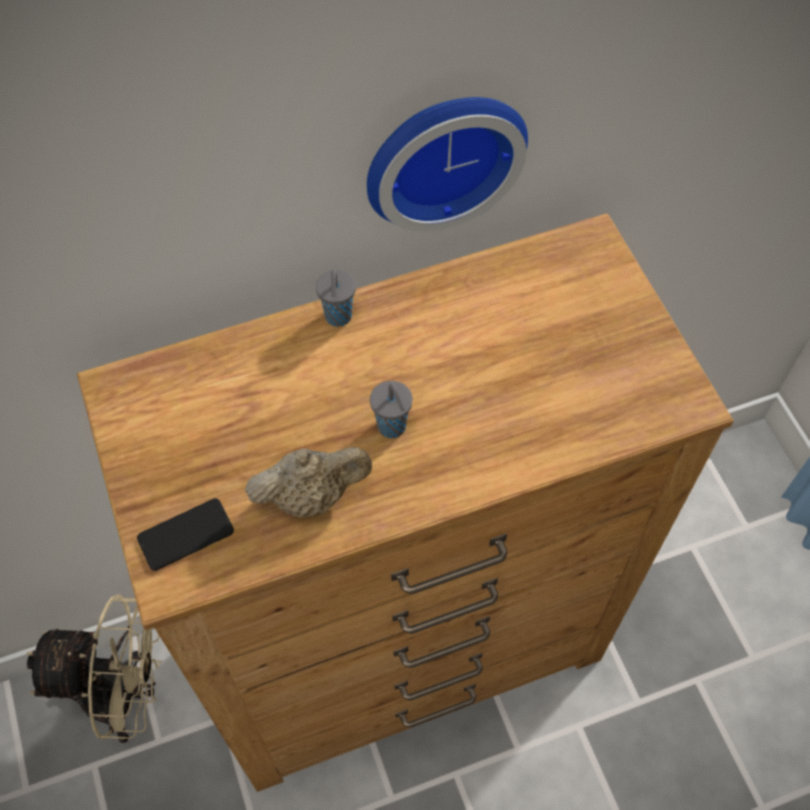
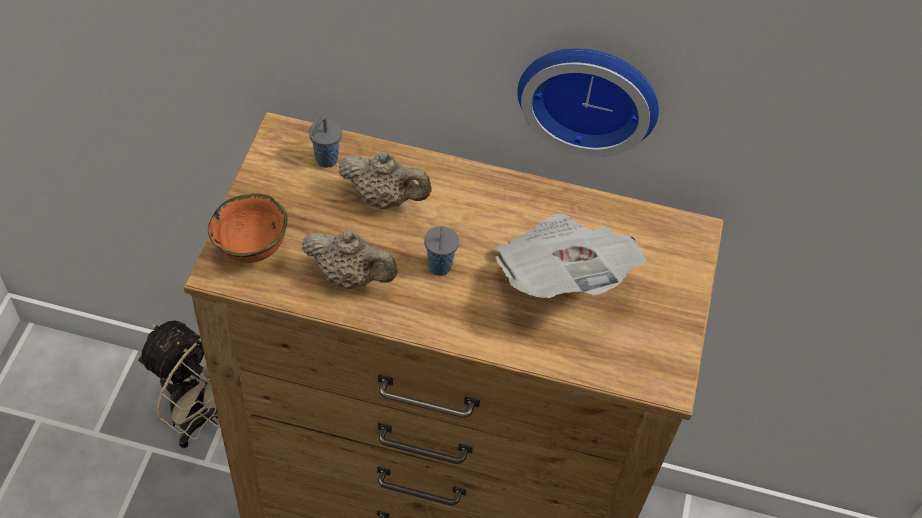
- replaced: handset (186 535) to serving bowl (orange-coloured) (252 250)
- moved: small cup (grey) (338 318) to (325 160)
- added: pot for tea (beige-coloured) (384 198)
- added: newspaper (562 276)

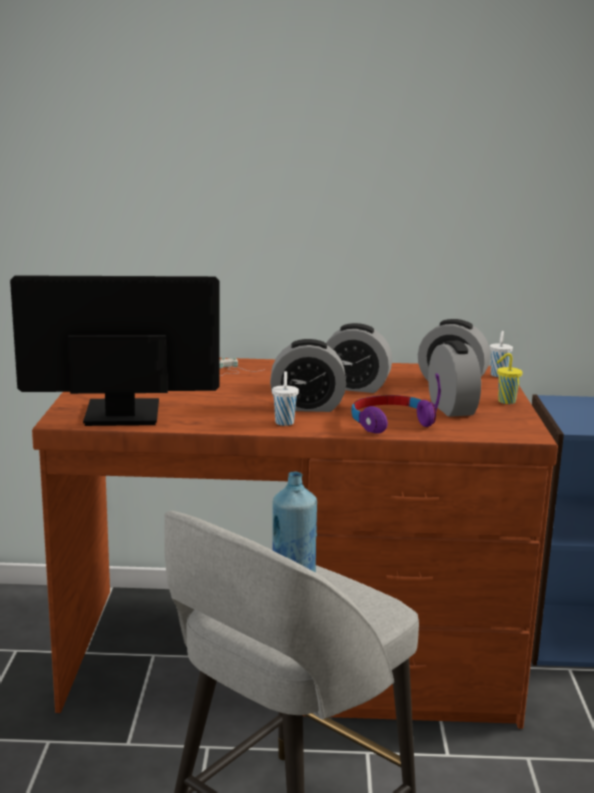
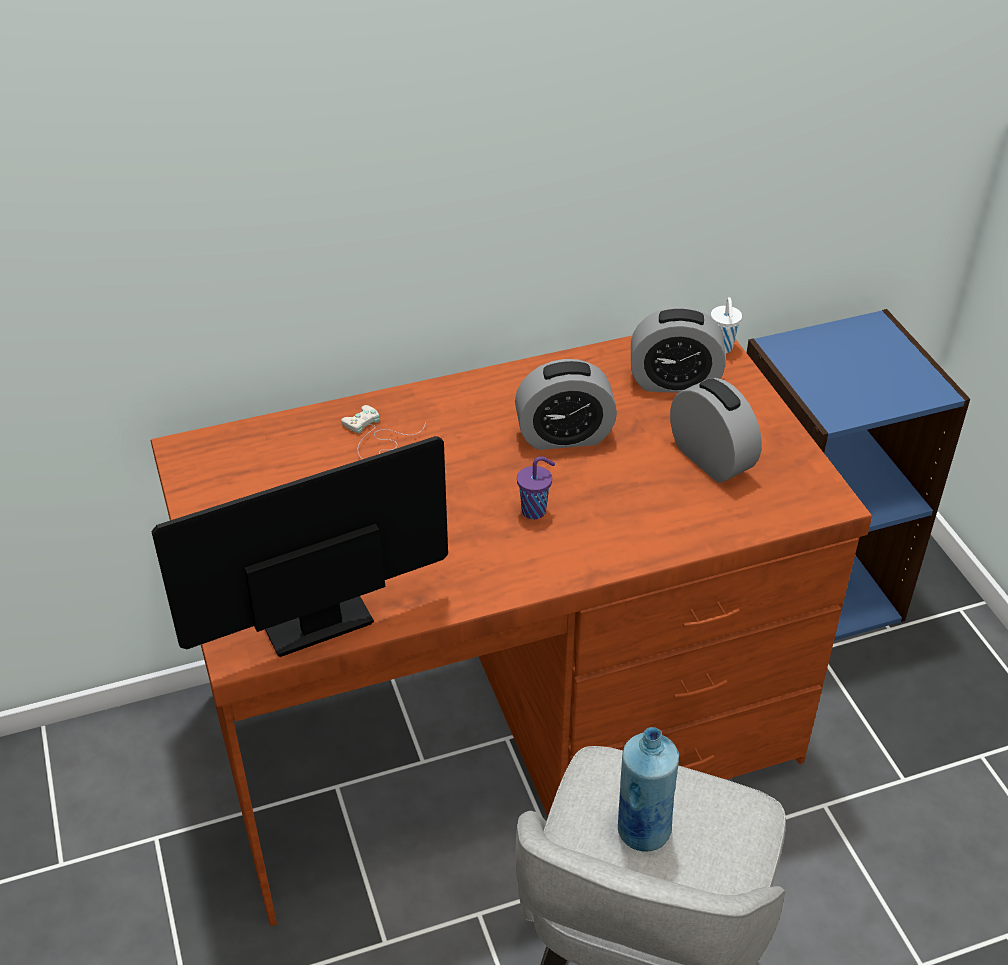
- replaced: alarm clock (307 407) to small cup (purplish) (535 511)
- removed: small cup (whitish) (284 423)
- removed: pair of headphones (purplish) (390 423)
- removed: small cup (yellow-coloured) (505 401)

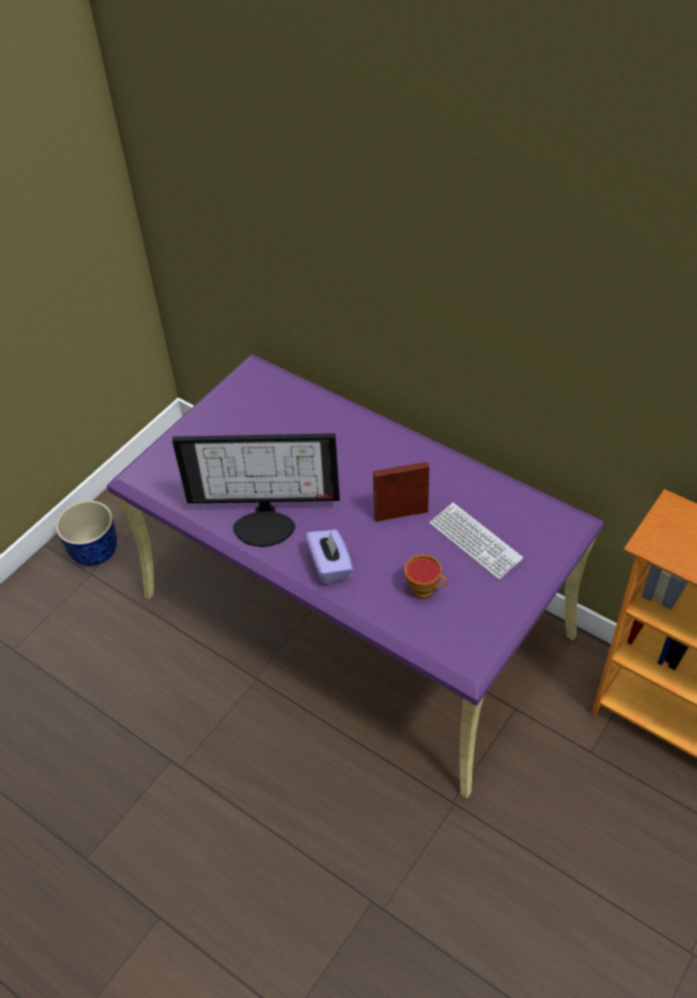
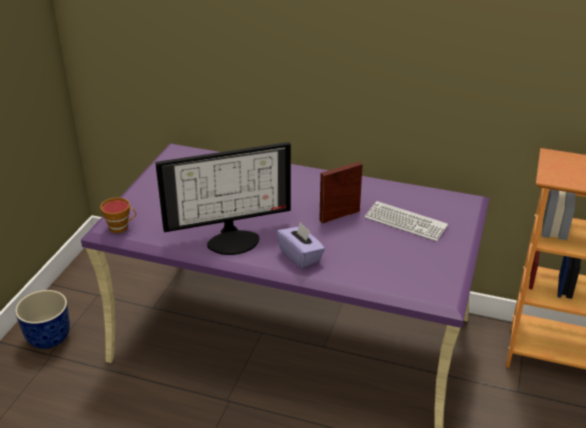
- moved: small cup (425 590) to (121 227)

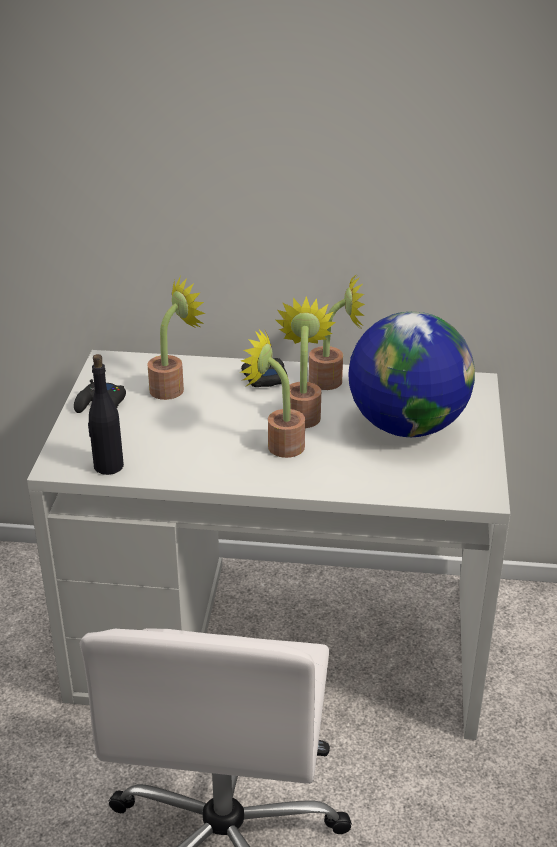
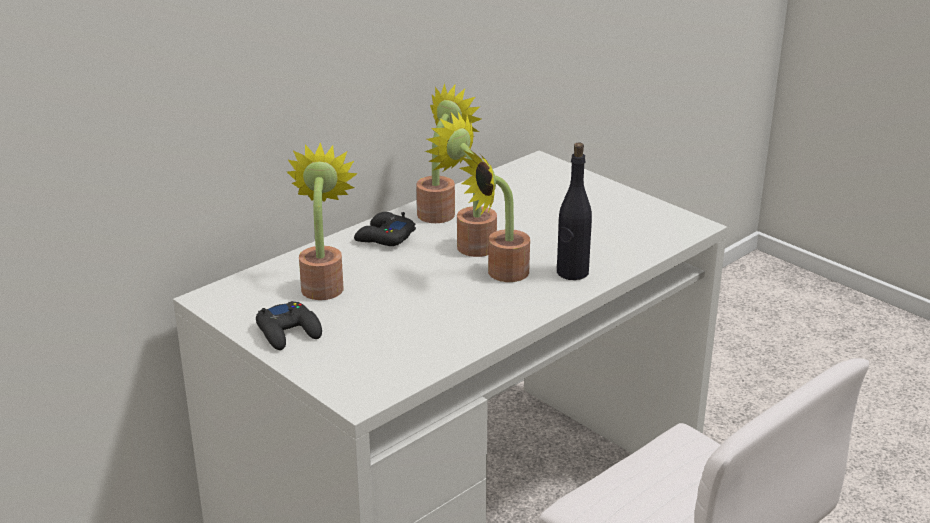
- moved: beverage bottle (blackish) (108 466) to (572 272)
- removed: globe (406 426)

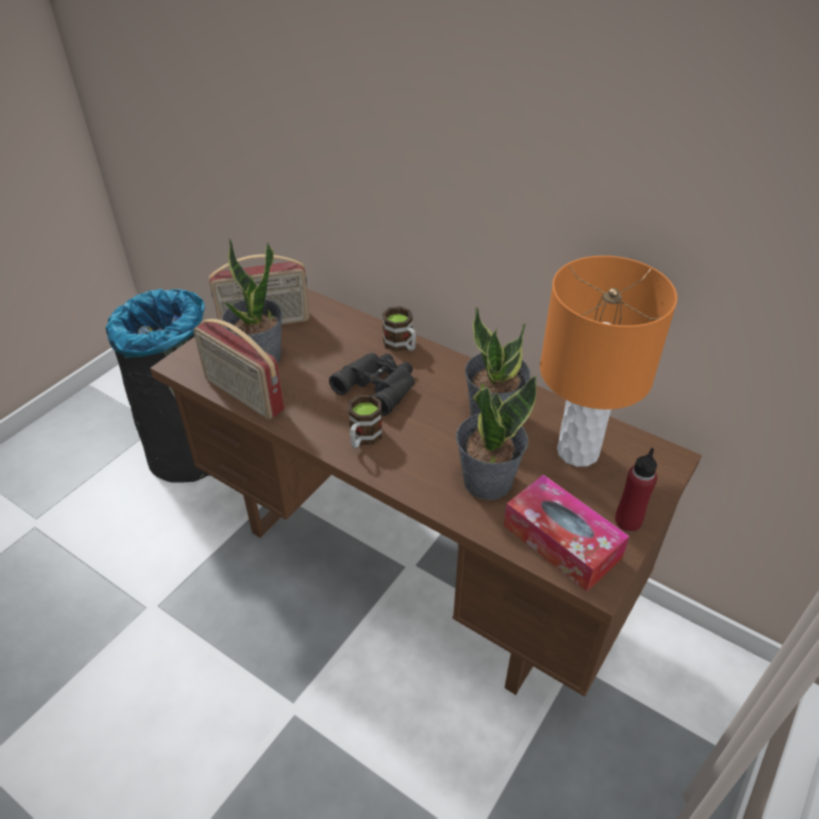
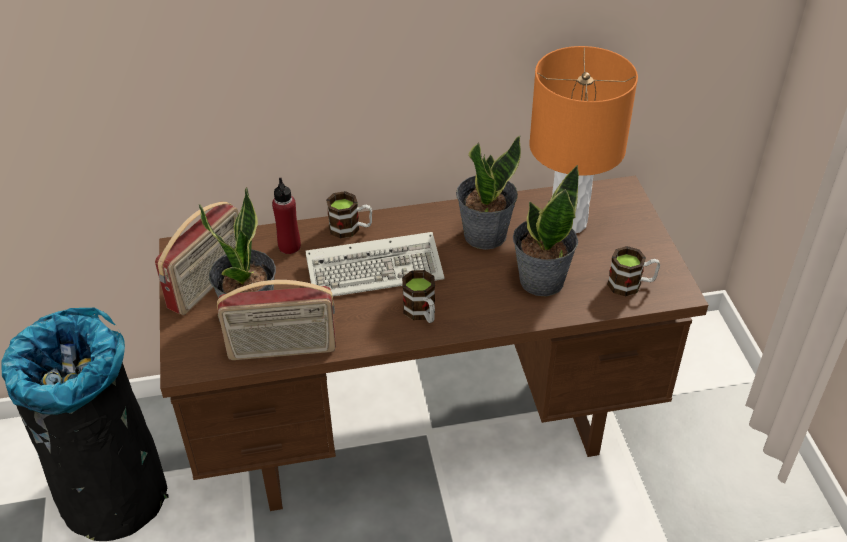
- replaced: field glasses (blackish) (378 385) to computer keyboard (377 269)
- replaced: tissue box (561 542) to tea mug (631 284)
- moved: beverage bottle (red) (628 521) to (289 246)

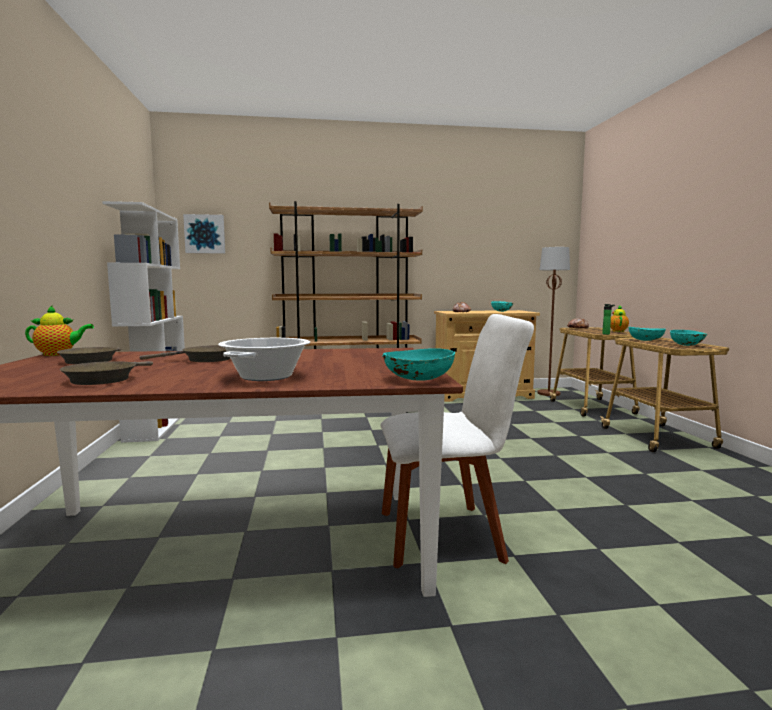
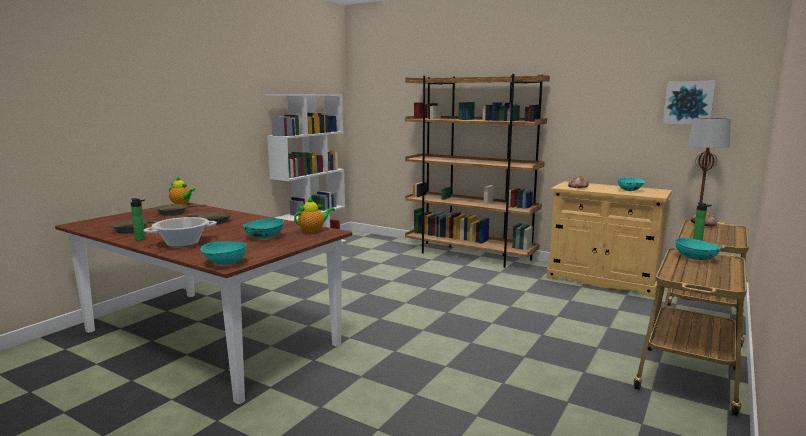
- moved: picture (205 234) to (688 102)
- removed: upright chair (whitish) (447 534)
- moved: pot for tea (618 331) to (313 231)
- moved: serving bowl (blue-green) (687 345) to (264 237)
- added: beverage bottle (141 239)

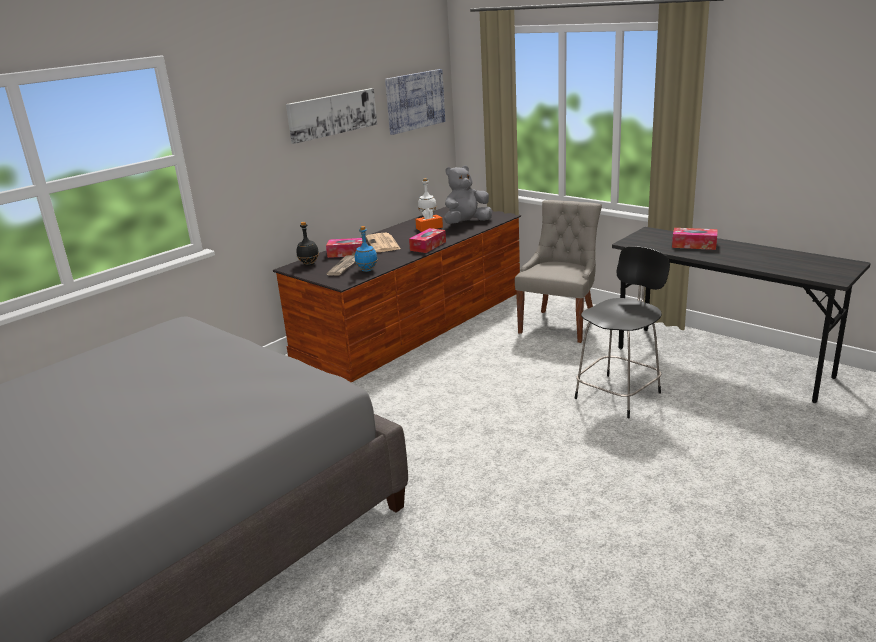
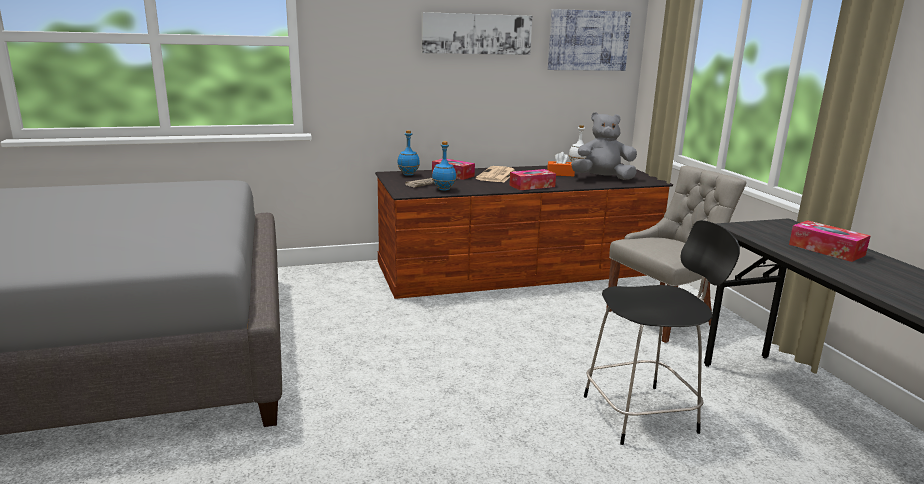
- recoloured: beverage bottle (blackish) (308 264) to beverage bottle (blue) (408 174)

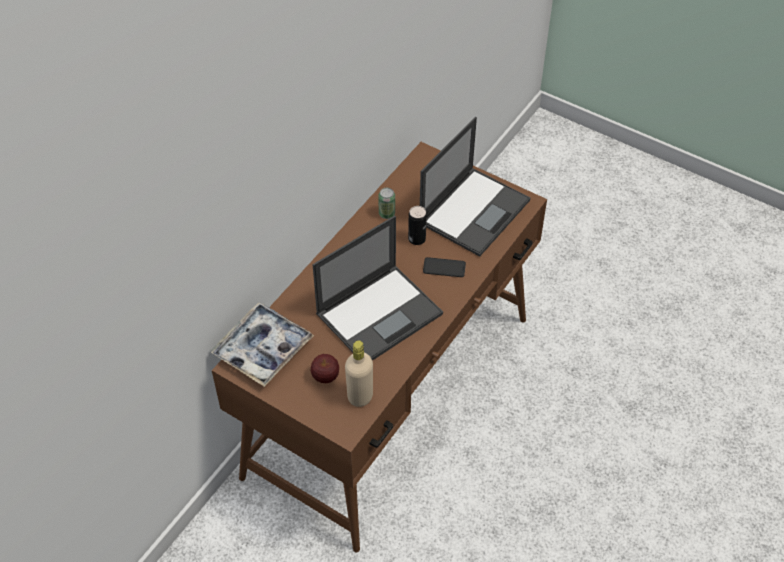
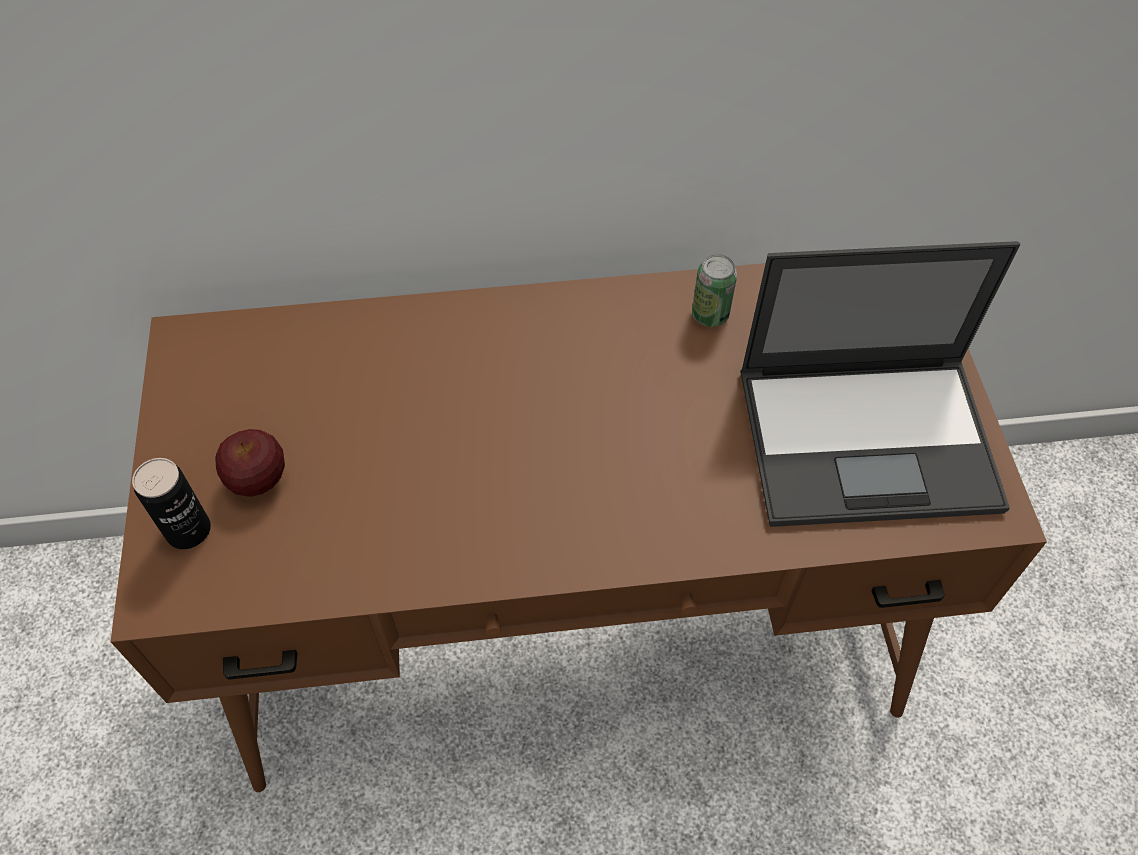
- removed: tray (263 349)
- removed: laptop (380 313)
- removed: beverage bottle (beige-coloured) (360 396)
- moved: sealed can (417 239) to (188 530)
- removed: handset (444 267)

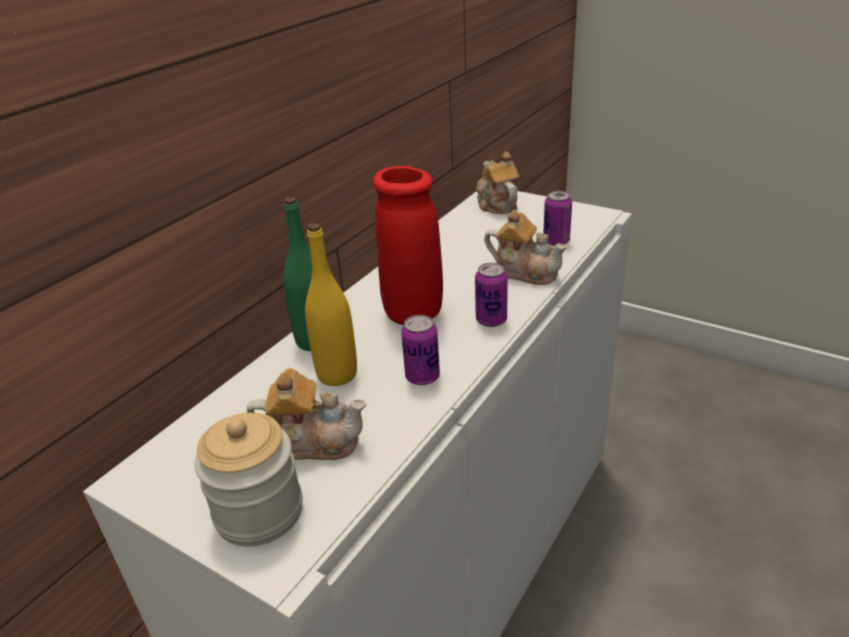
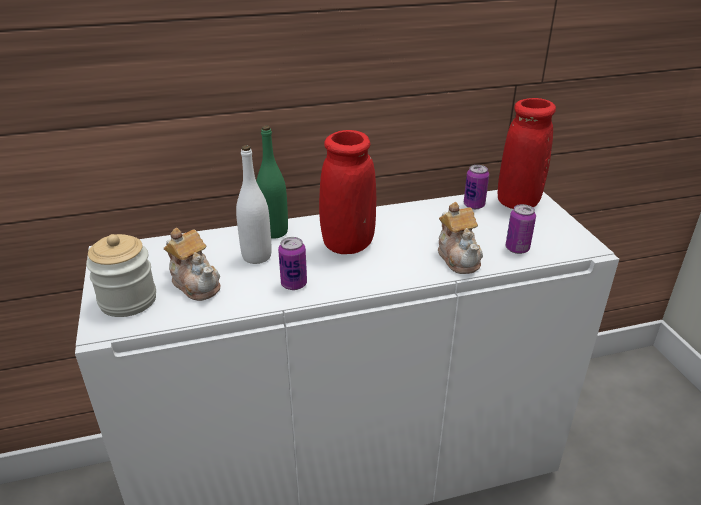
- recoloured: beverage bottle (yellow-coloured) (337 374) to beverage bottle (whitish) (257 256)
- moved: sealed can (491 320) to (474 205)
- replaced: pot for tea (496 204) to flower vase (red) (518 202)

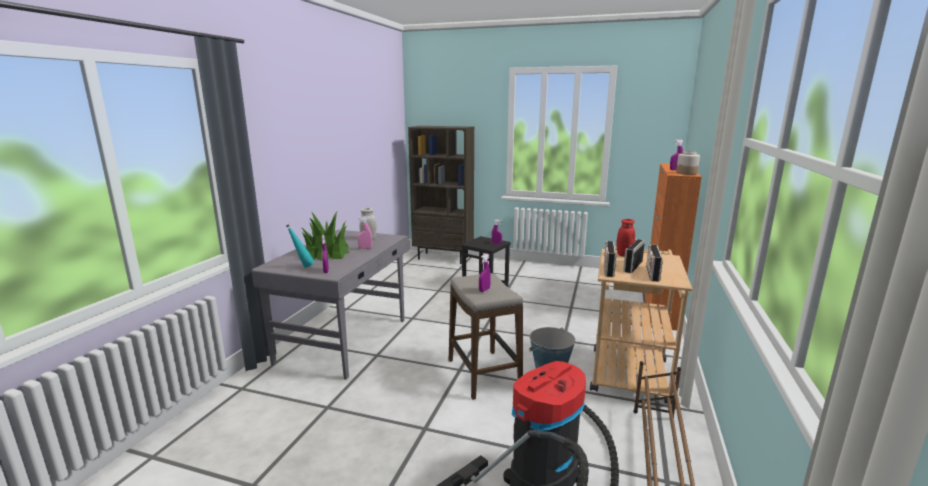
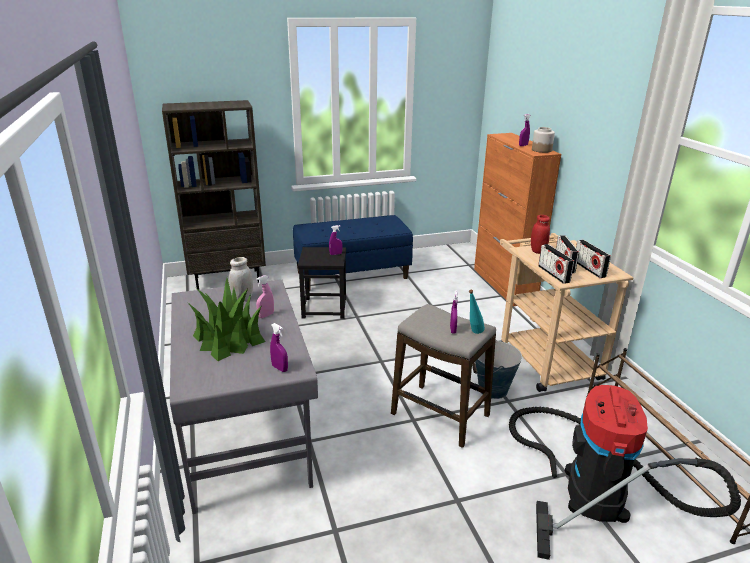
- moved: beverage bottle (blue-green) (302 267) to (473 333)
- added: indoor bench (blue) (352 275)

